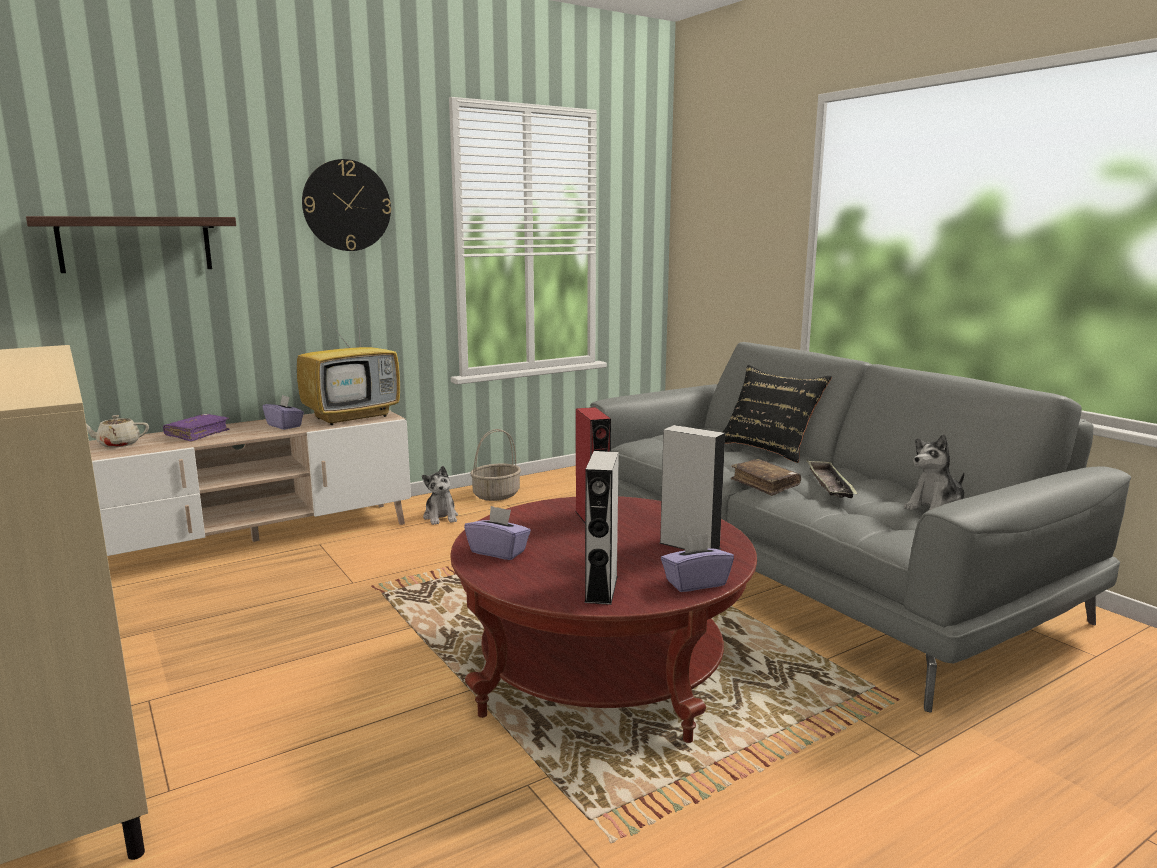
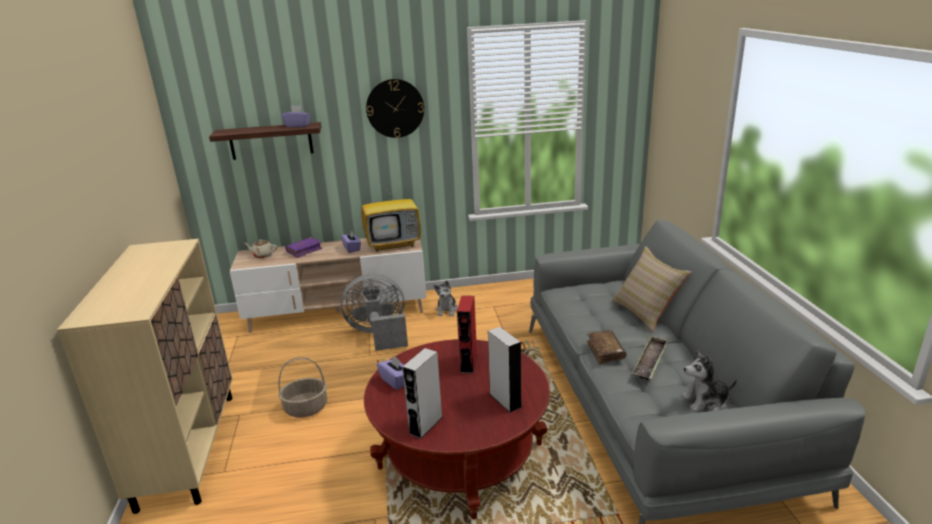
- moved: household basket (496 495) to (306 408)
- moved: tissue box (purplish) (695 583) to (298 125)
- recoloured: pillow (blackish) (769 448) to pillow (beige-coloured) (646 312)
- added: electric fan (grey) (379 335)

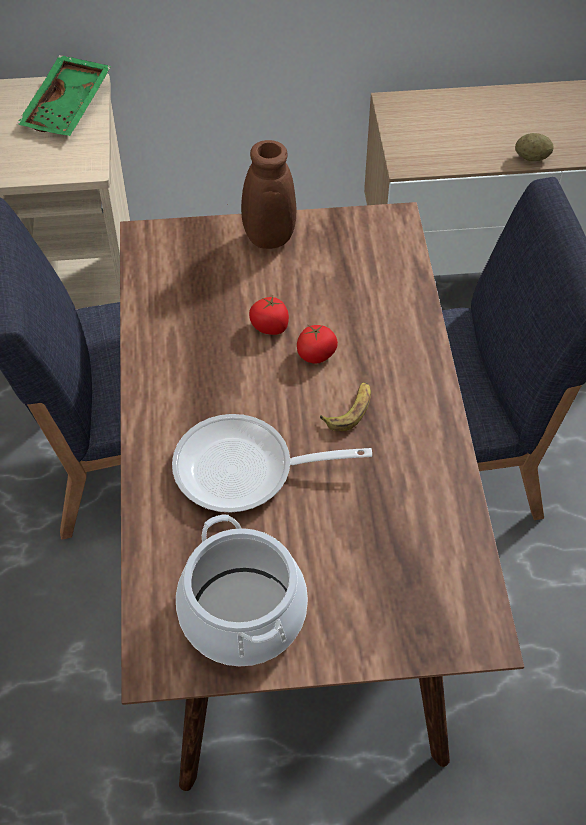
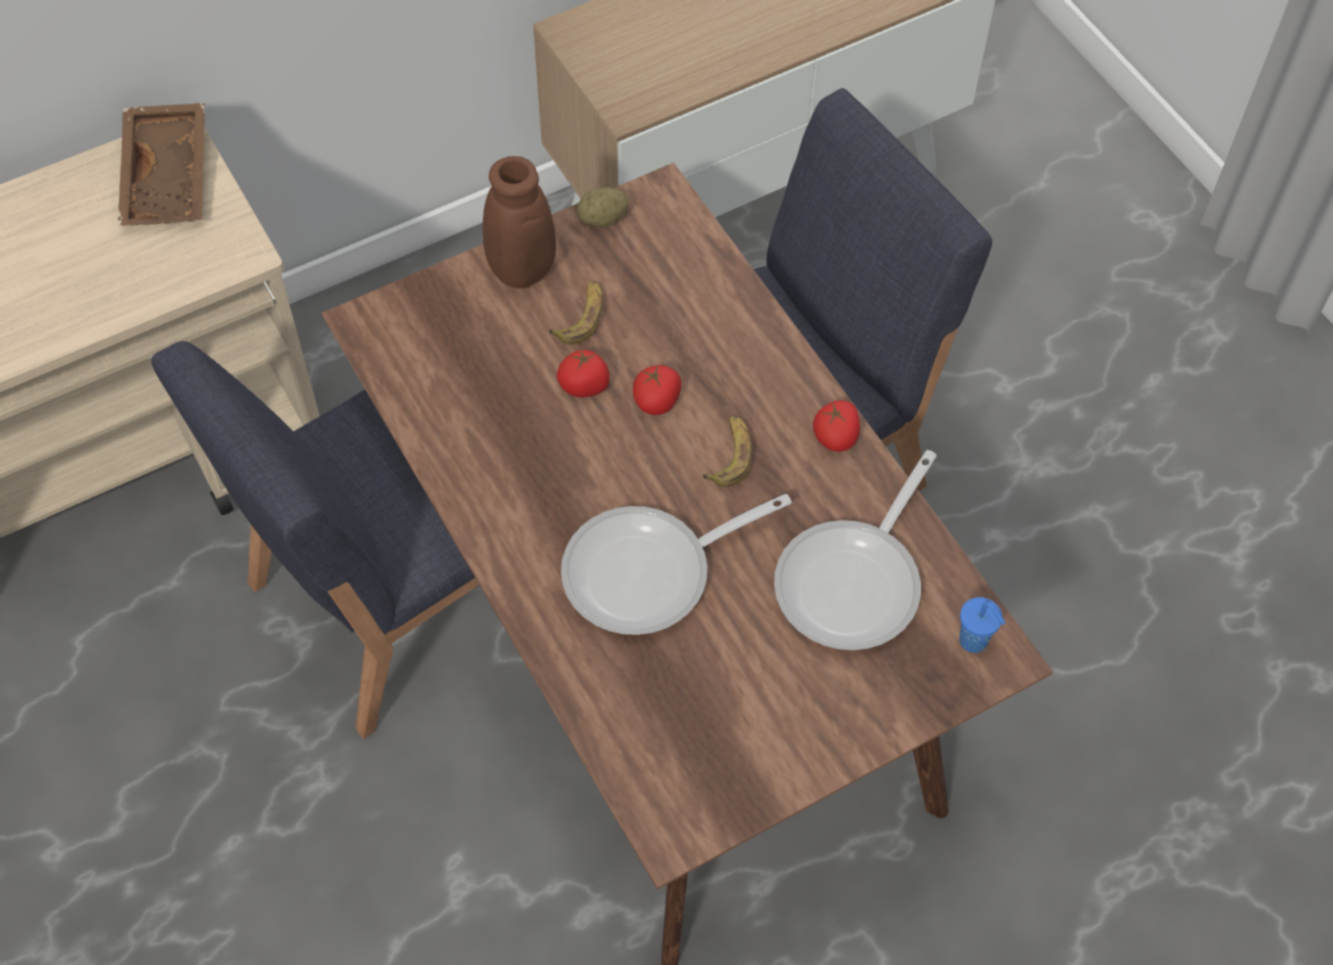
- recoloured: tray (green) (69 107) to tray (brownish) (169 177)
- removed: cooking pot (243 615)
- moved: spud (532 157) to (603 218)
- added: banana (581 317)
- added: skillet (855 581)
- added: tomato (836 437)
- added: small cup (blue) (975 642)

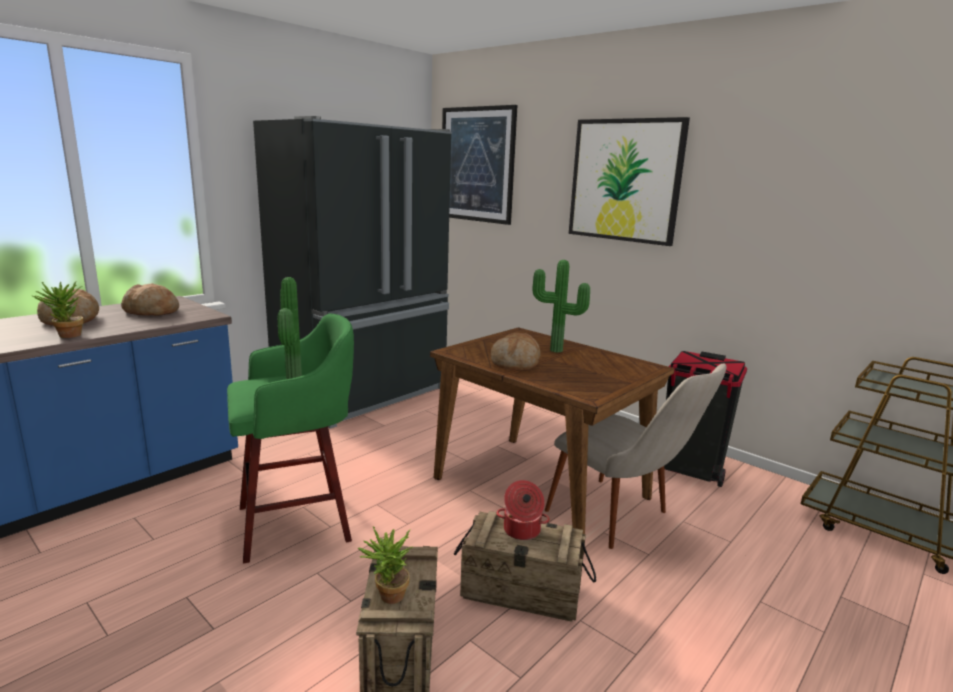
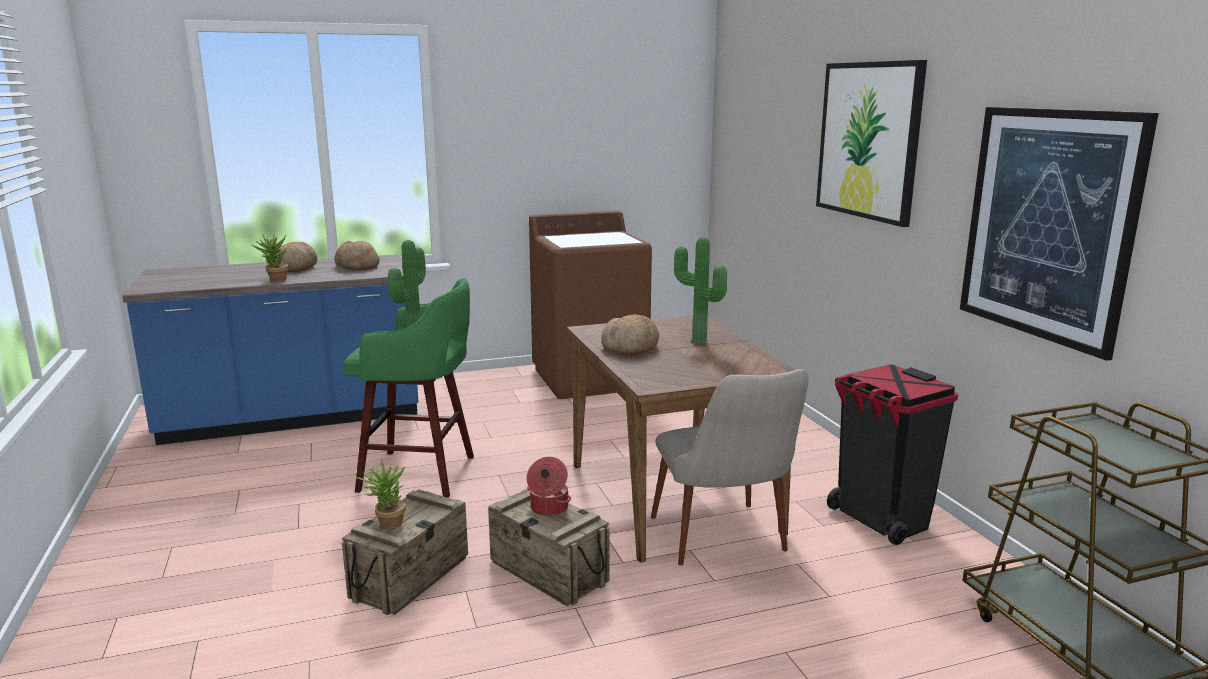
- replaced: refrigerator (blackish) (365 395) to laundry machine (brownish) (590 378)
- moved: picture (477 165) to (1047 225)

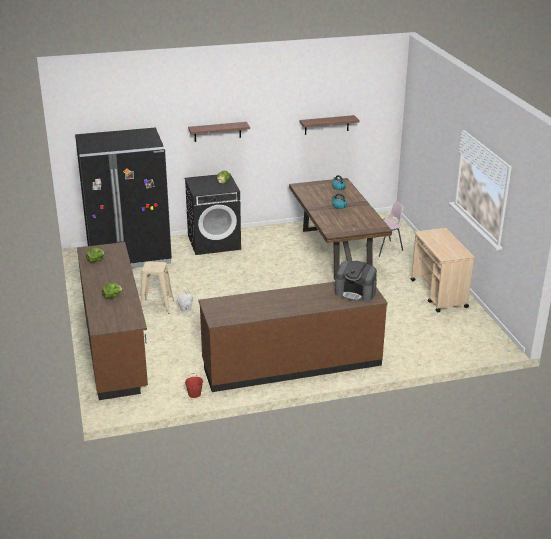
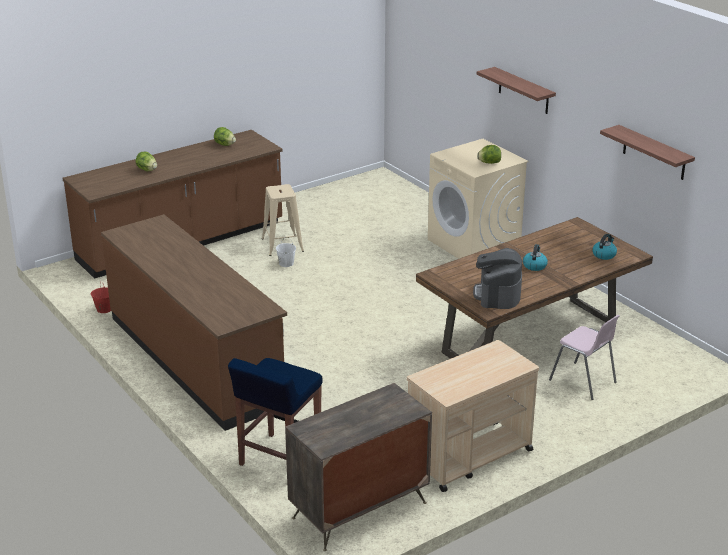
- removed: refrigerator (blackish) (129 256)
- recoloured: laundry machine (blackish) (214 242) to laundry machine (beige-coloured) (474 244)
- moved: coffee maker (355 293) to (497 294)
- added: sitting stool (blue) (279 459)
- added: dresser (358 510)

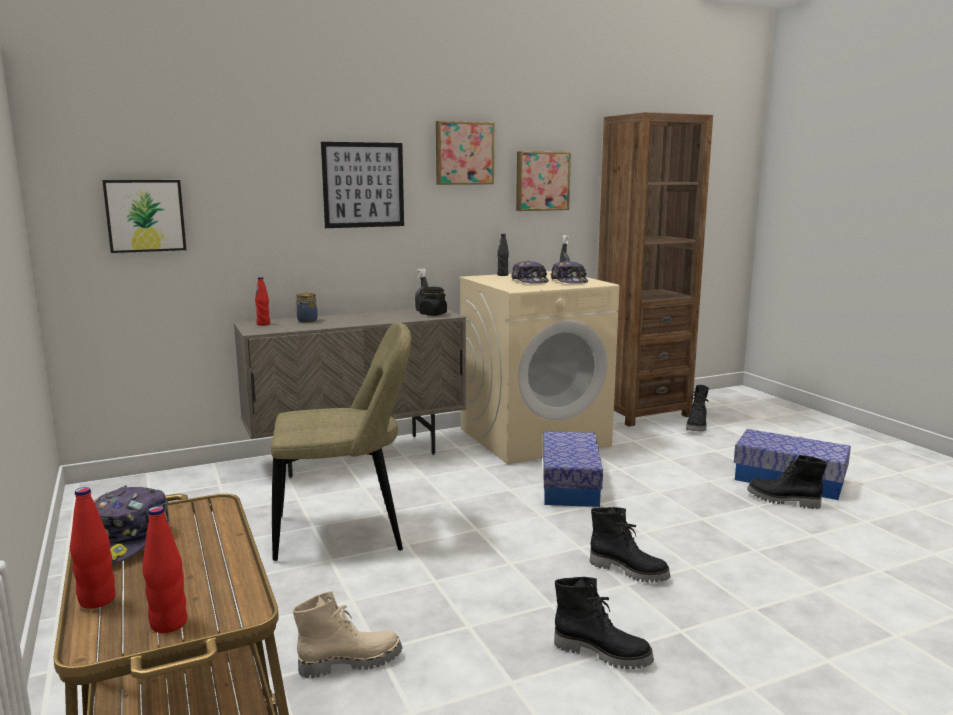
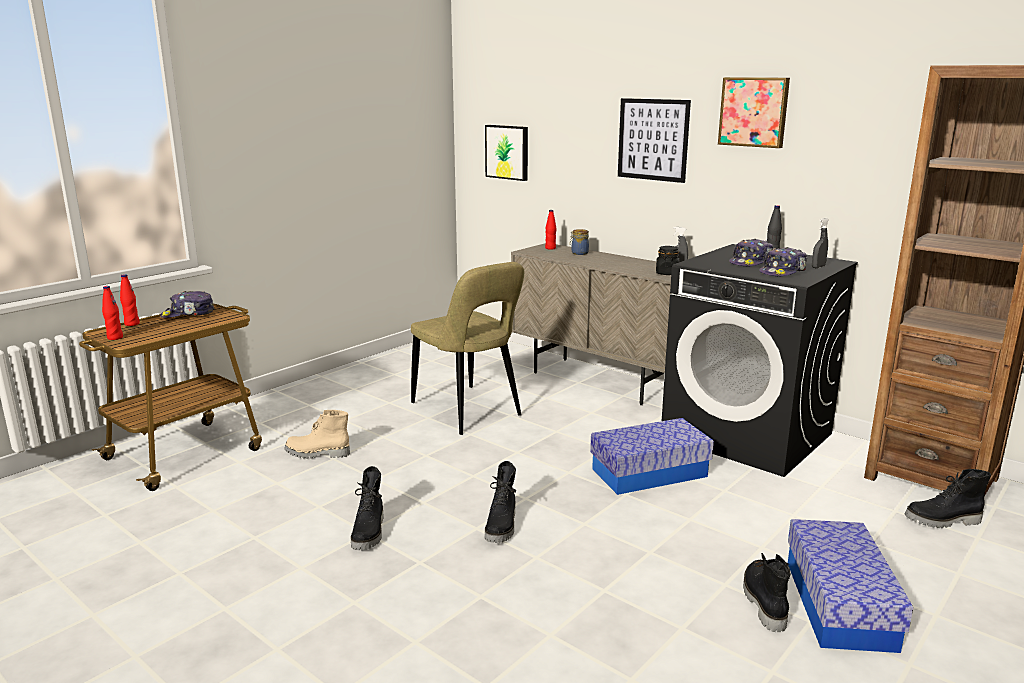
- turned: tall boot (beige-coloured) (350 661) = (317 454) 135 degrees clockwise
- recoloured: laundry machine (beige-coloured) (534 437) to laundry machine (blackish) (748 435)
- removed: picture (541 181)

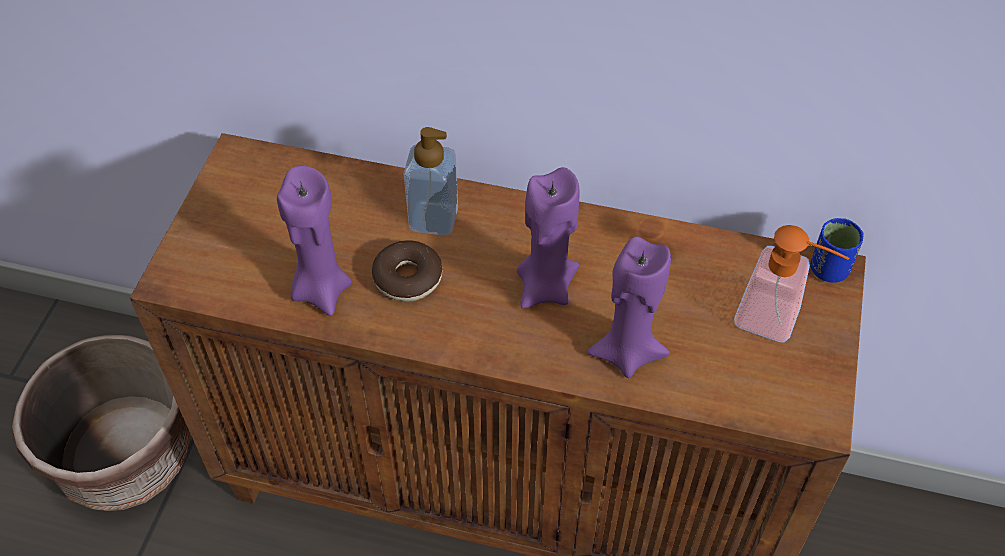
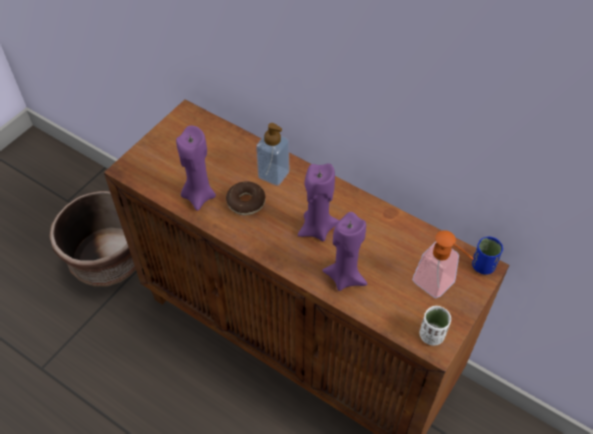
- added: small cup (whitish) (431 335)

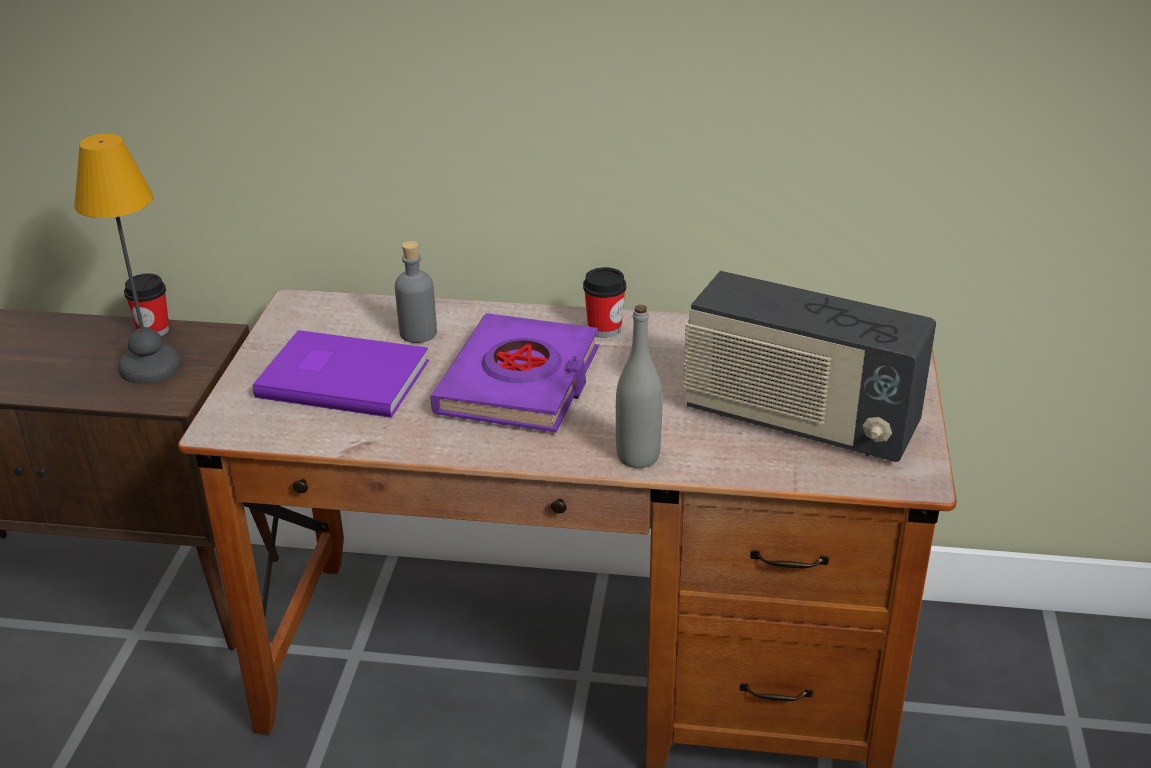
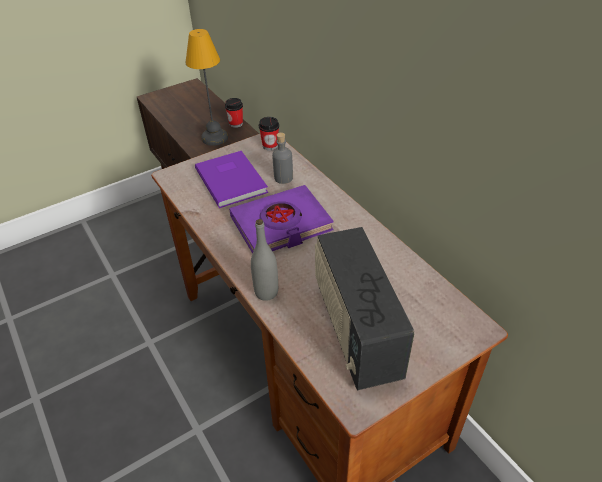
- moved: small cup (604 329) to (270 146)

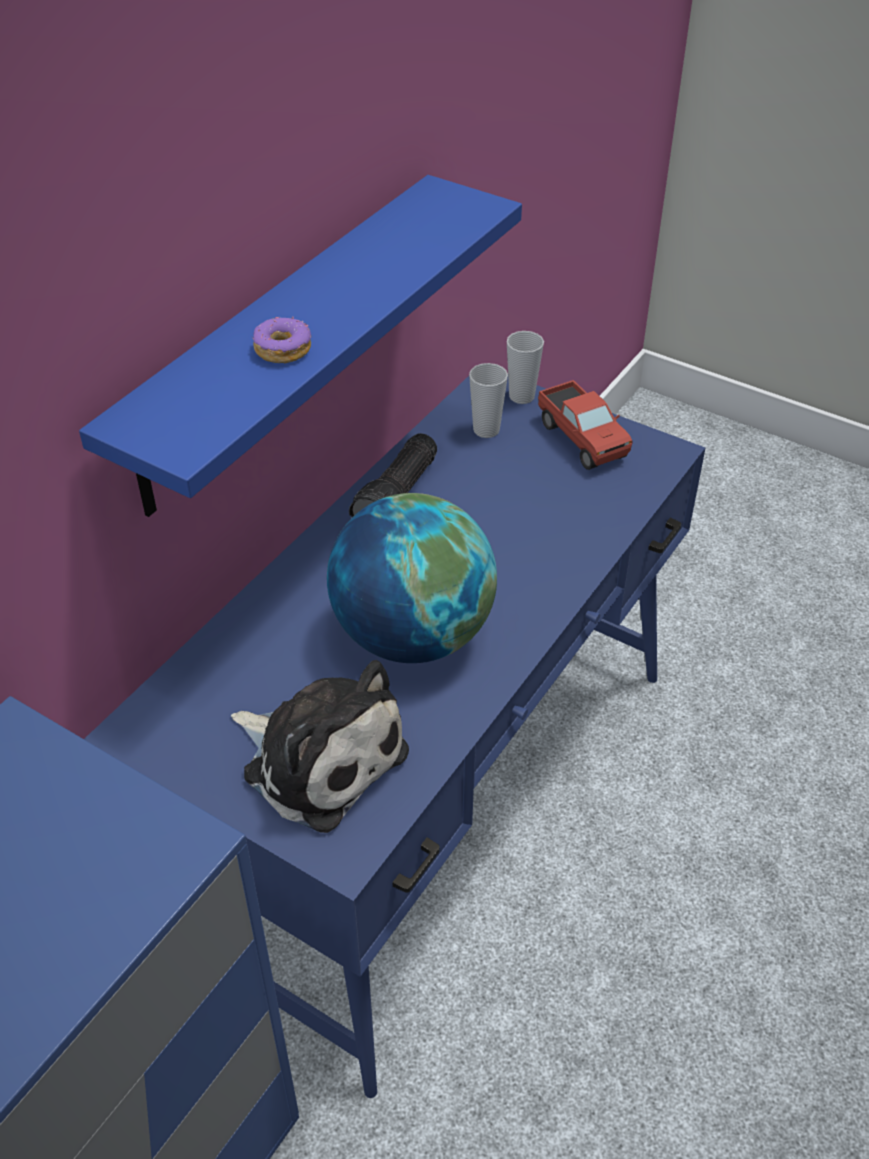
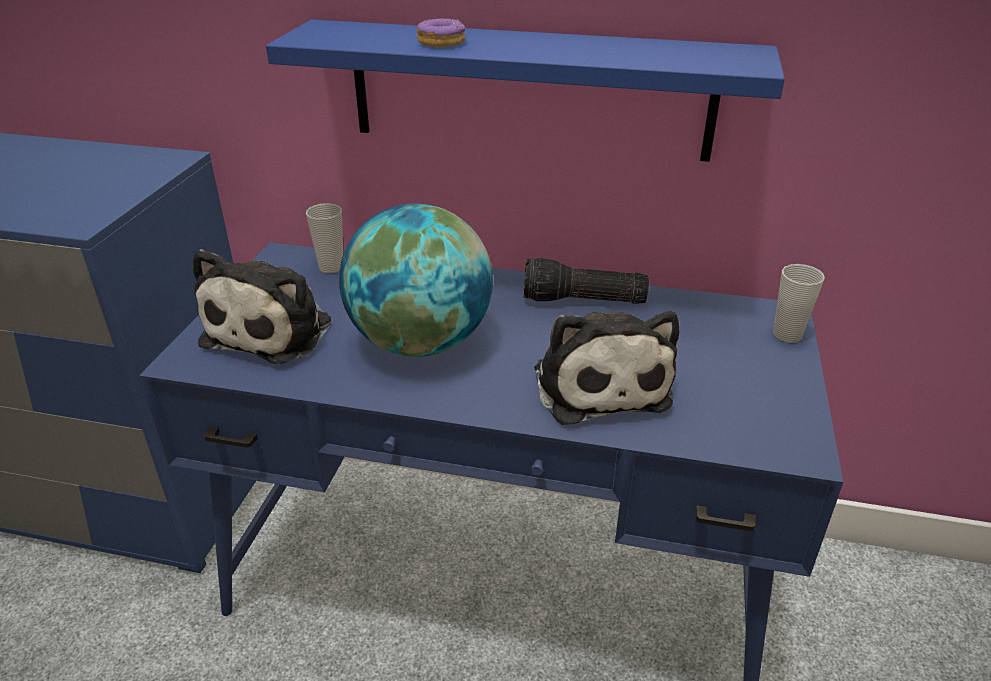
- moved: small cup (486 430) to (331 267)
- removed: toy lorry (581 440)
- added: cuddly toy (599 383)

